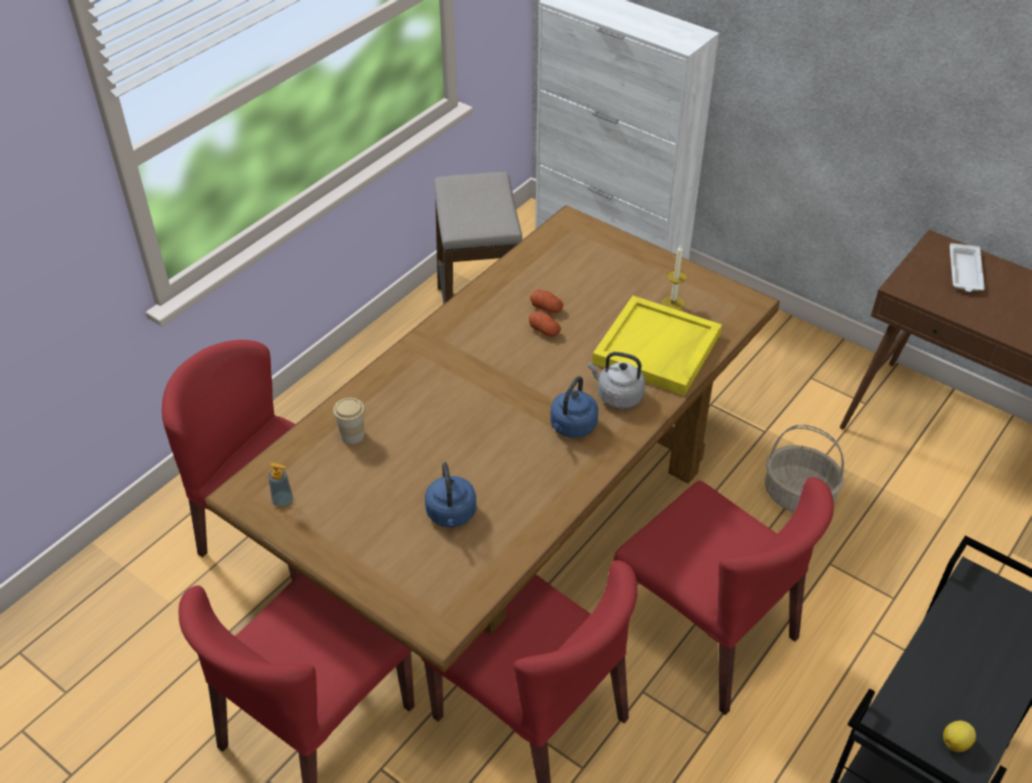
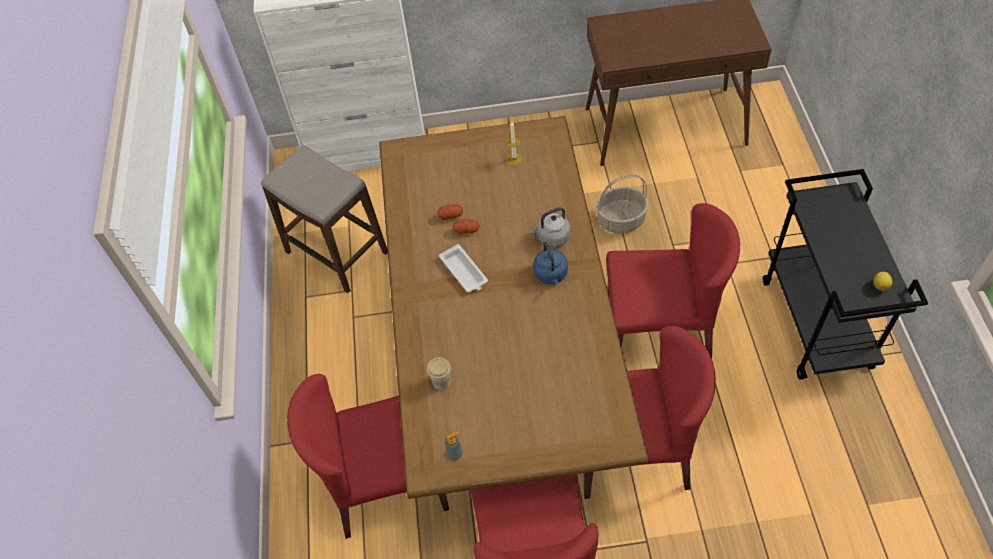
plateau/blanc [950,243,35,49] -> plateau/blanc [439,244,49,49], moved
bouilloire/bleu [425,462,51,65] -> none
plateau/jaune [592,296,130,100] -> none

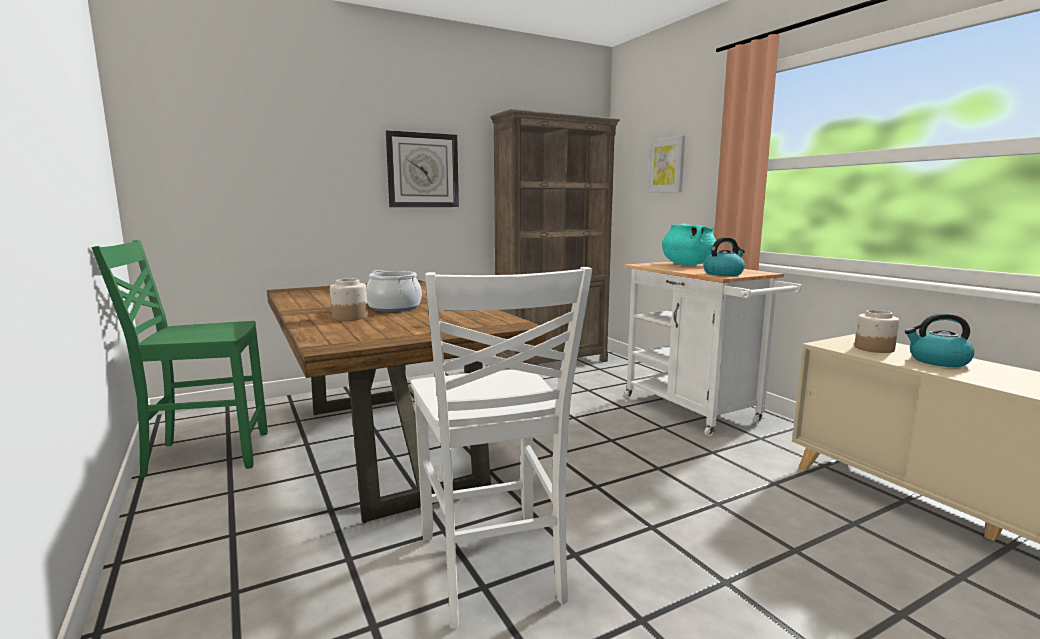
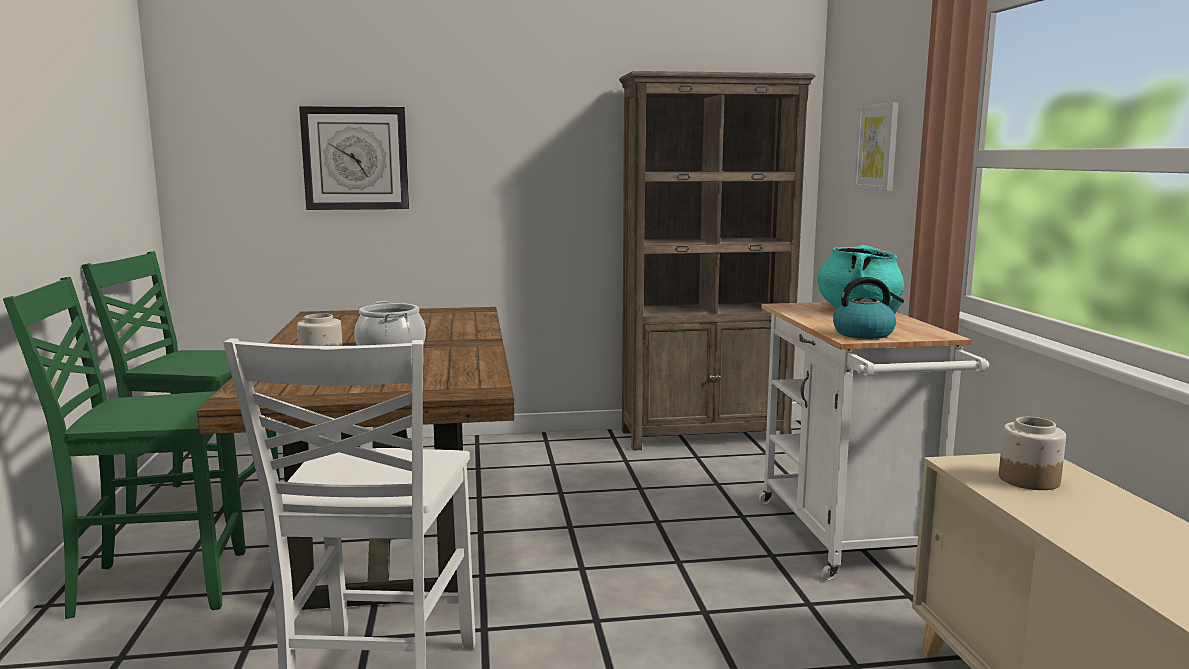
none -> chaise/vert [3,277,242,342]
horloge murale [386,130,73,77] -> horloge murale [299,106,110,104], moved
bouilloire [905,313,69,54] -> none

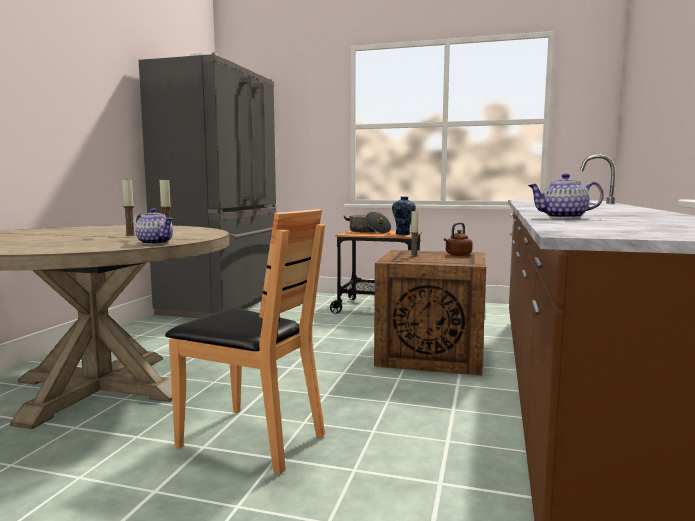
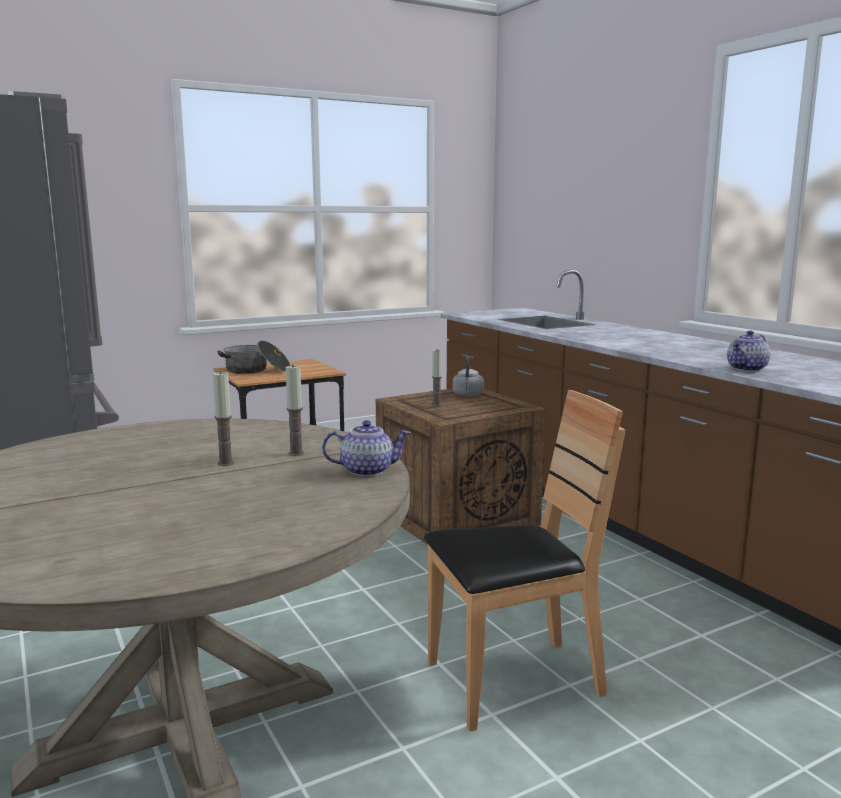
bouilloire/marron [444,222,29,34] -> bouilloire/gris [453,356,31,41]
vase [392,196,24,39] -> none

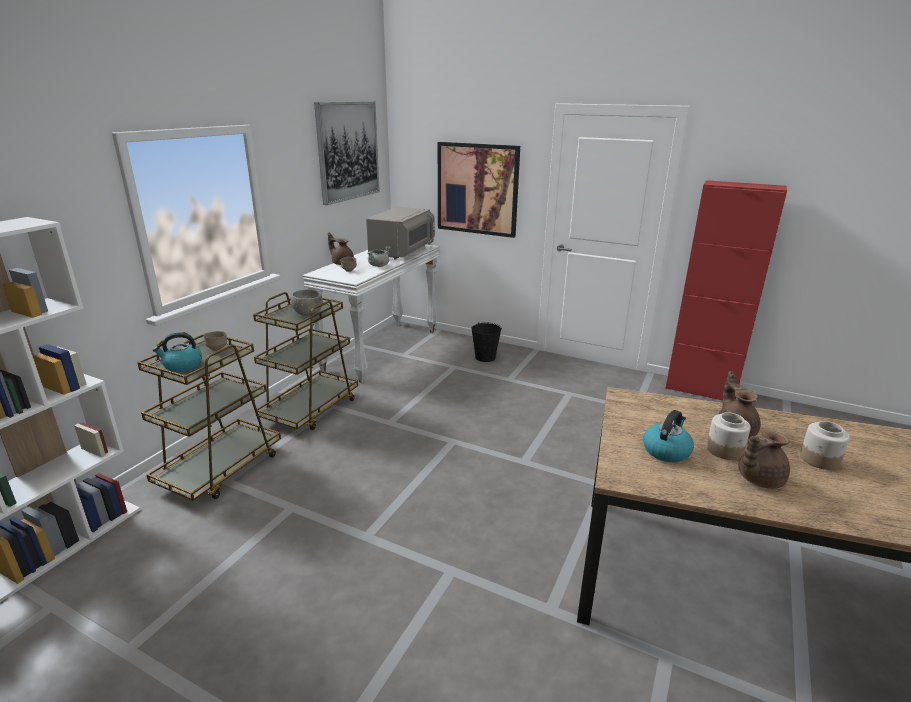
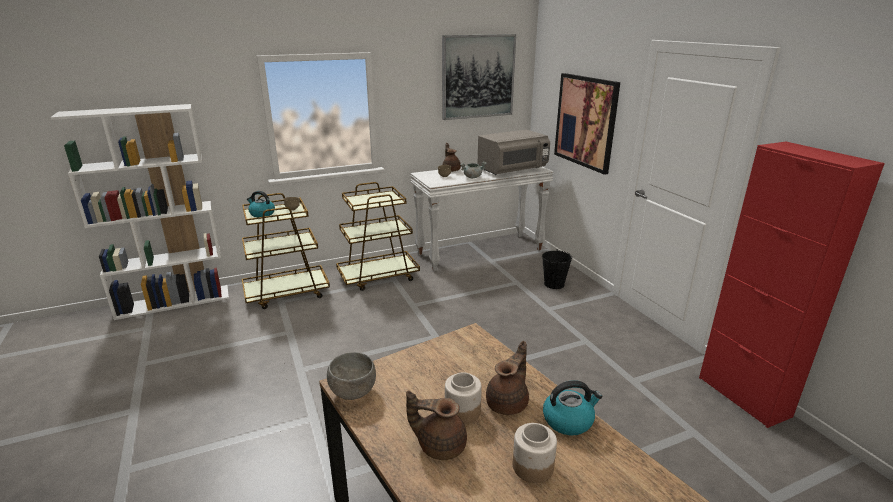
bol/gris [291,289,32,27] -> bol/gris [327,352,49,48], moved
bouilloire [643,410,51,52] -> bouilloire [543,380,60,55], moved

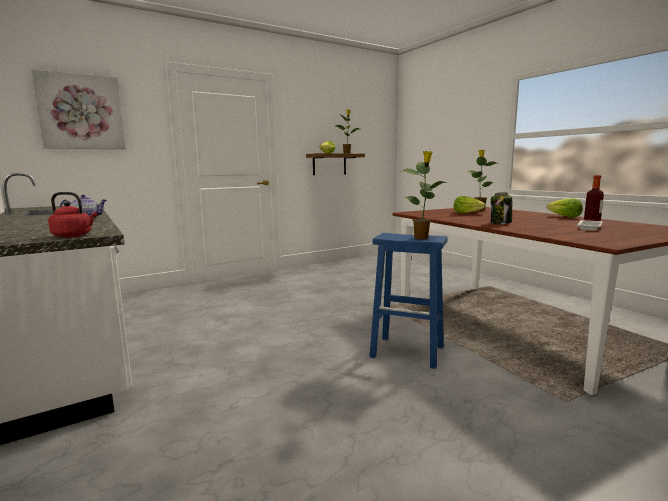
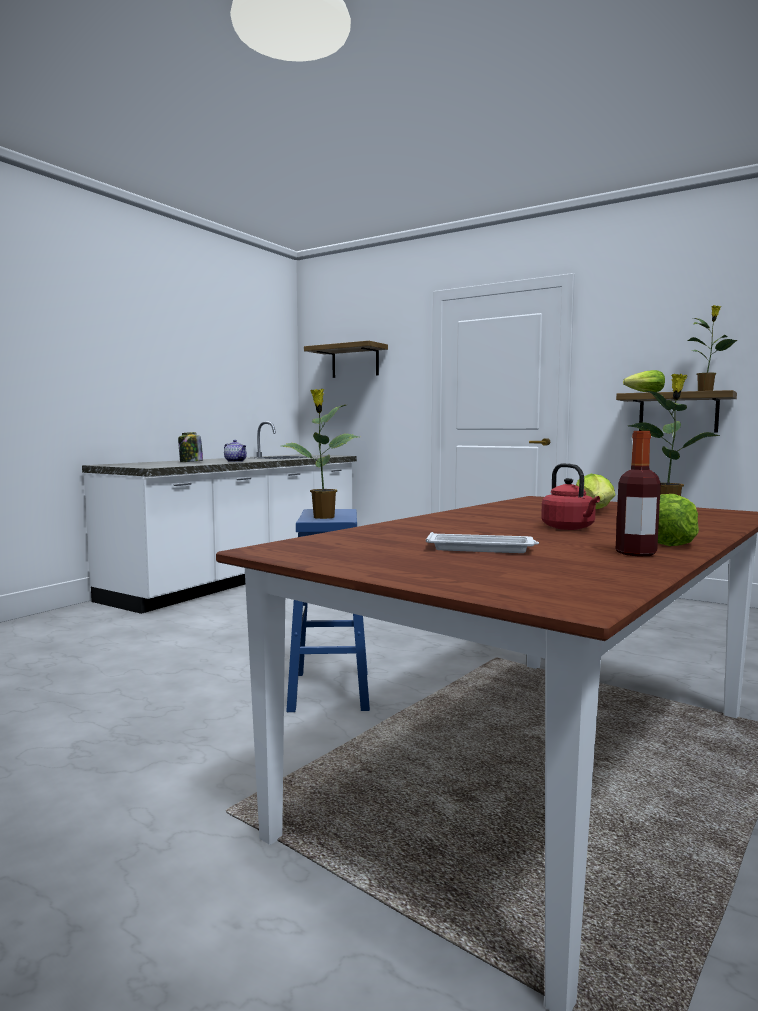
bocal [490,192,22,32] -> bocal [178,432,25,30], moved
tableau [31,69,95,80] -> étagère [304,341,84,37]
bouilloire/rouge [48,192,49,45] -> bouilloire/rouge [541,463,59,67], moved

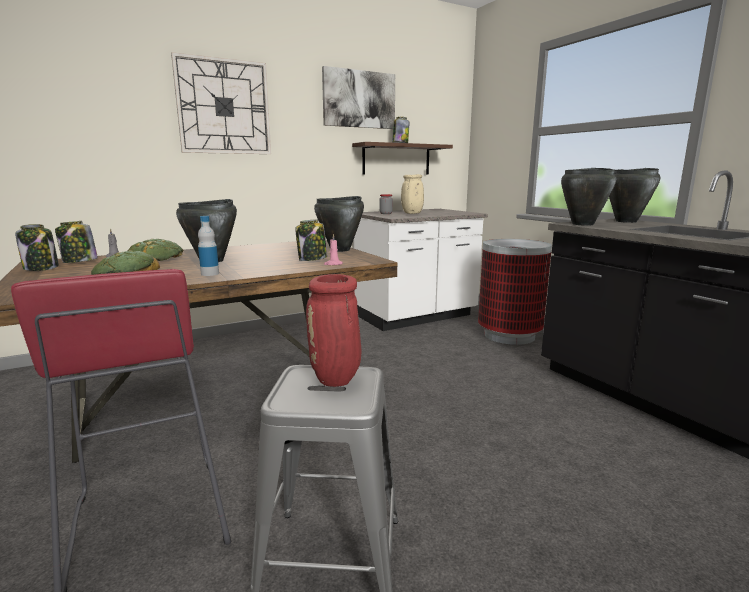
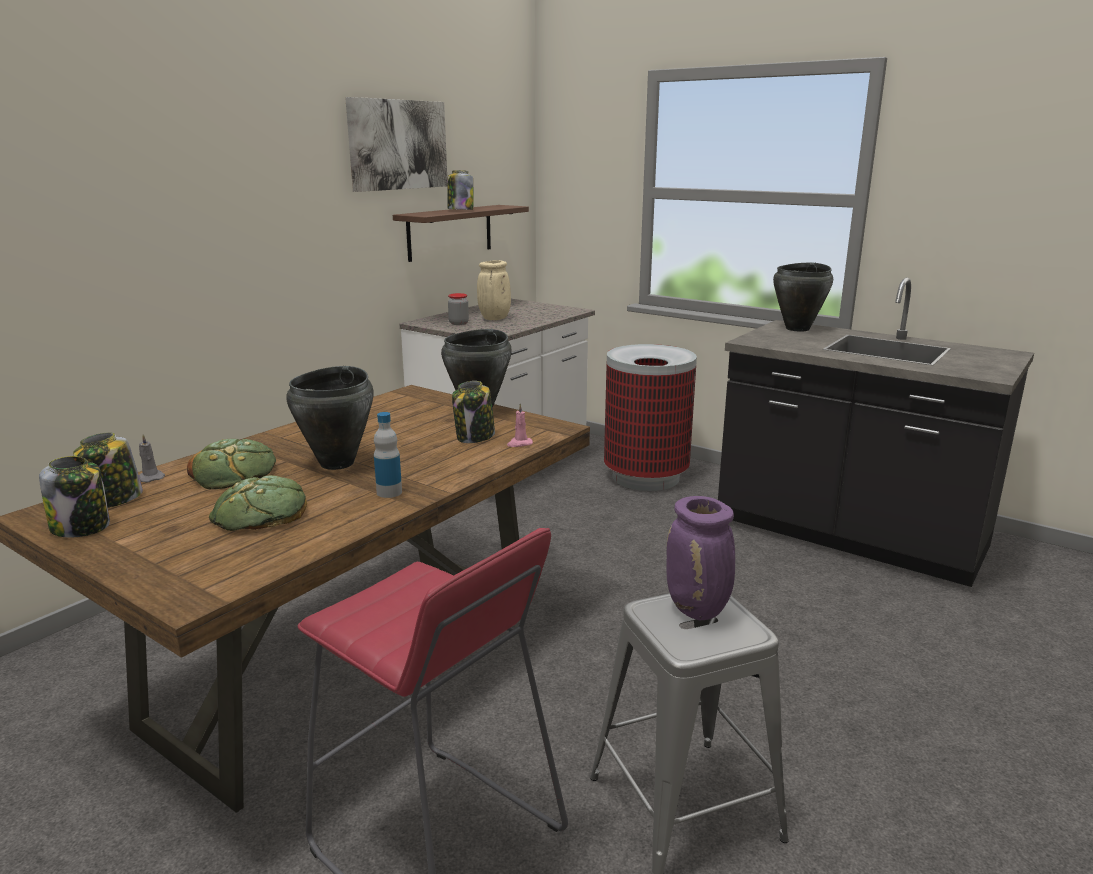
vase/rouge [306,274,55,113] -> vase/violet [666,496,69,124]
horloge murale [171,52,100,102] -> none
marmite/noir [561,168,55,57] -> none

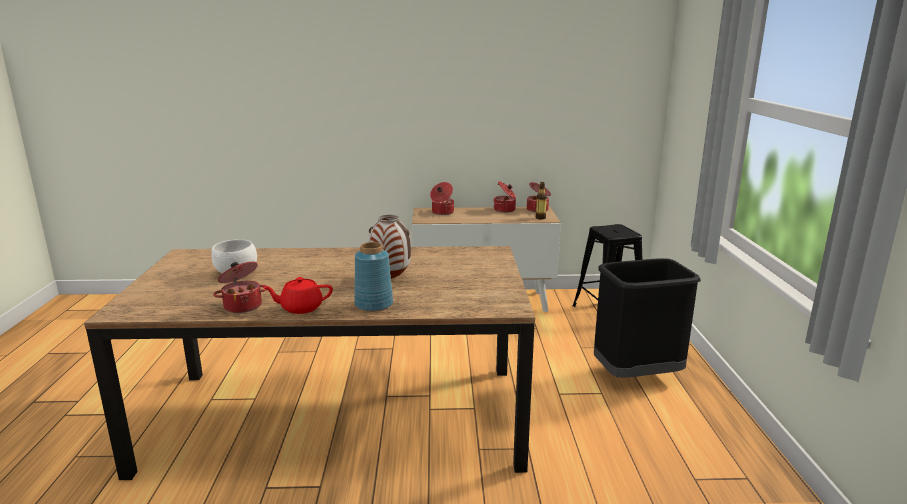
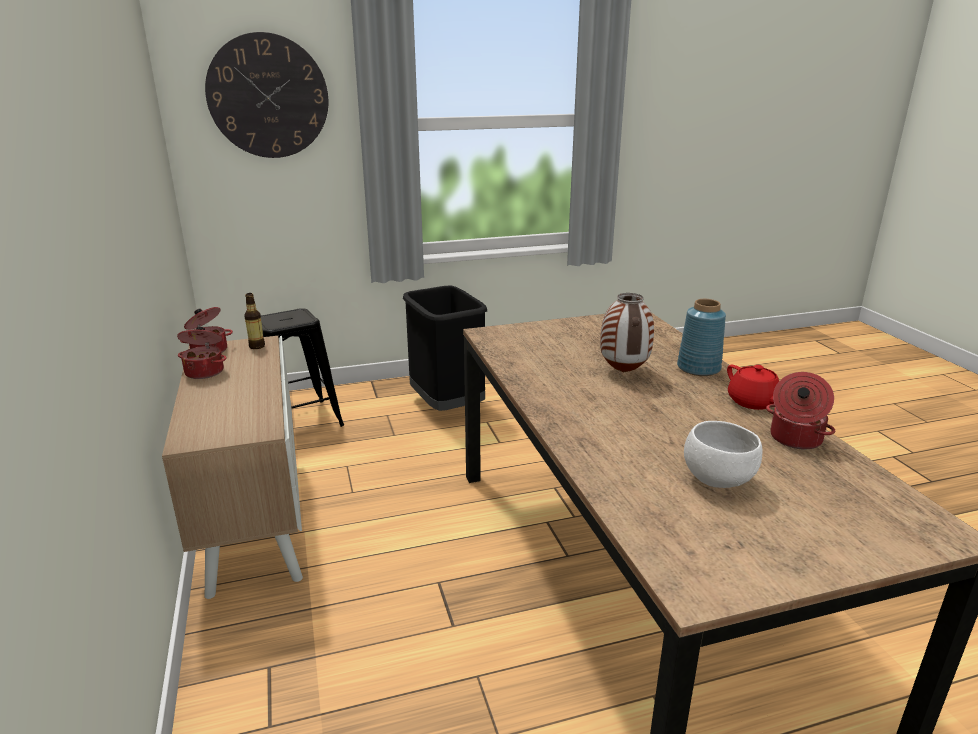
none -> horloge murale [205,32,123,126]
marmite [430,182,24,33] -> none

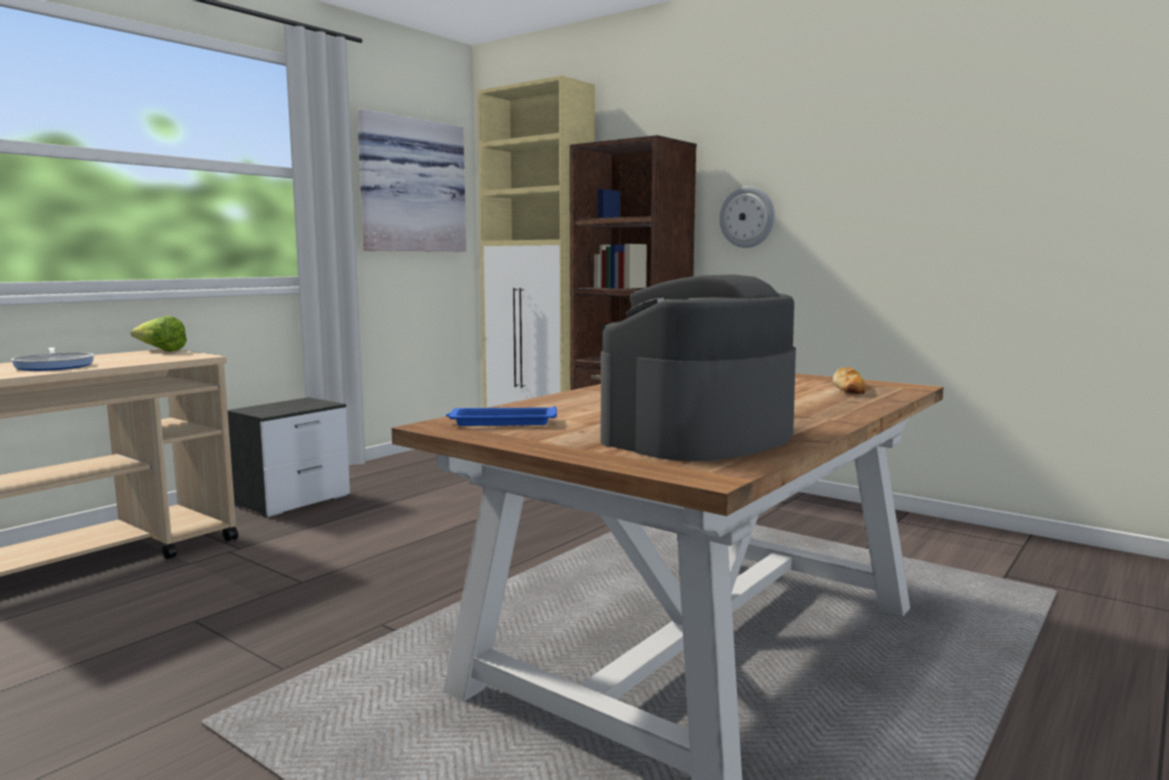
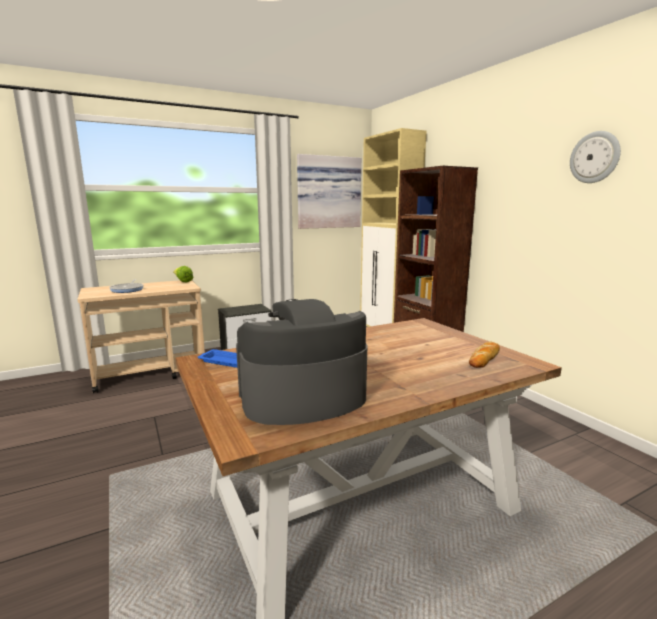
horloge murale [719,186,56,62] -> horloge murale [570,131,51,52], moved

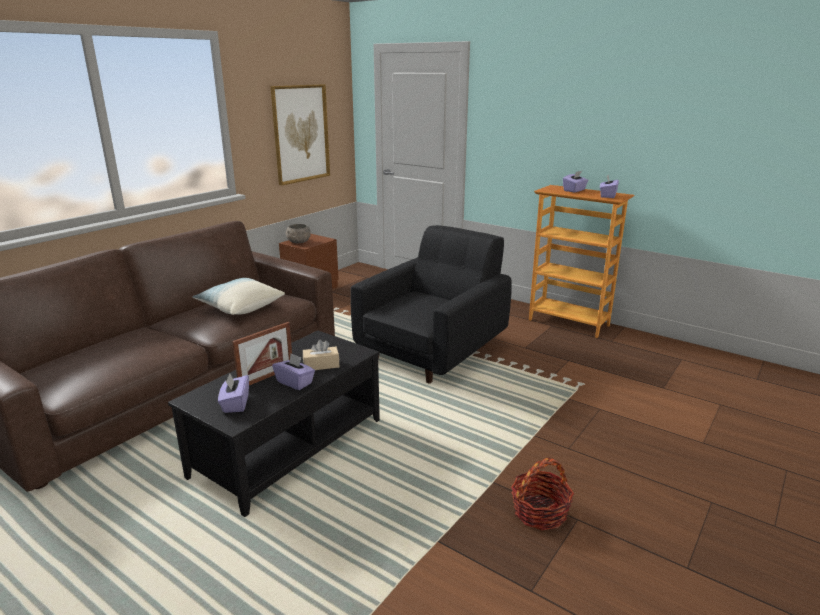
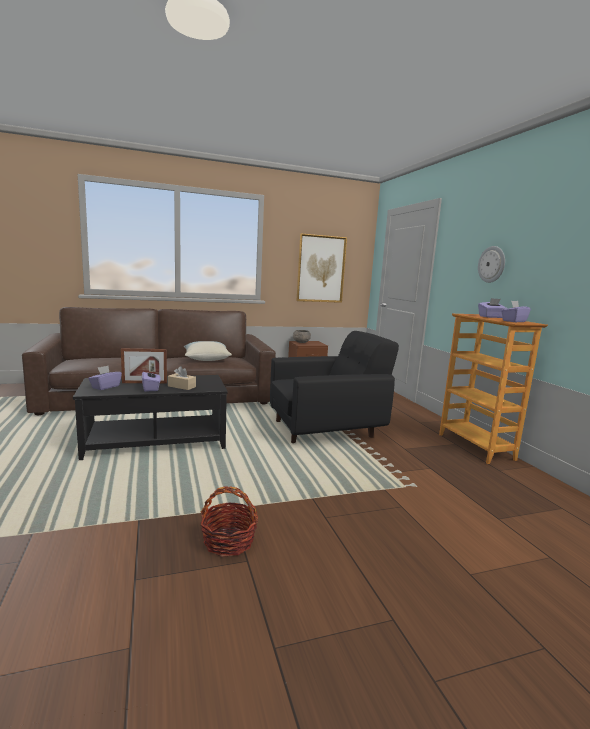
none -> horloge murale [478,246,27,37]

